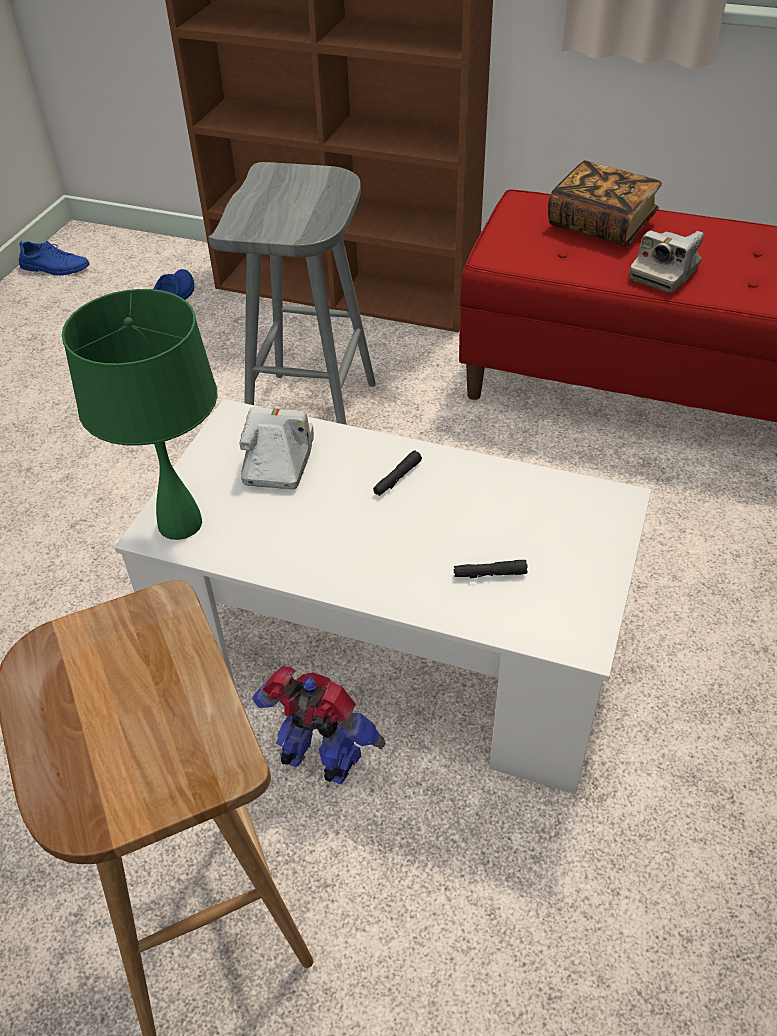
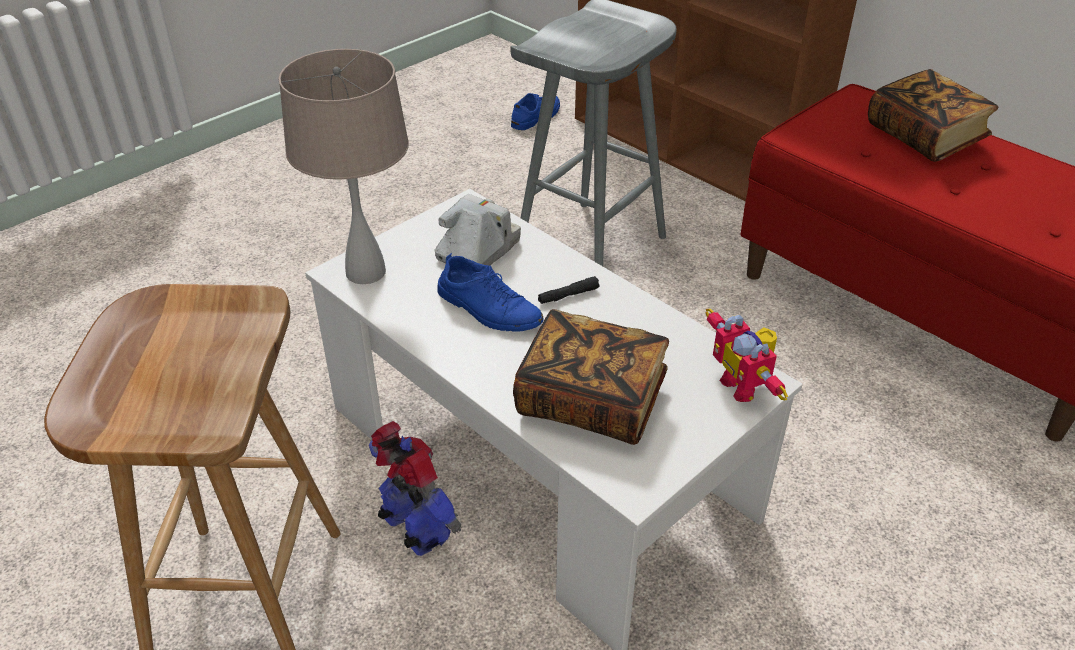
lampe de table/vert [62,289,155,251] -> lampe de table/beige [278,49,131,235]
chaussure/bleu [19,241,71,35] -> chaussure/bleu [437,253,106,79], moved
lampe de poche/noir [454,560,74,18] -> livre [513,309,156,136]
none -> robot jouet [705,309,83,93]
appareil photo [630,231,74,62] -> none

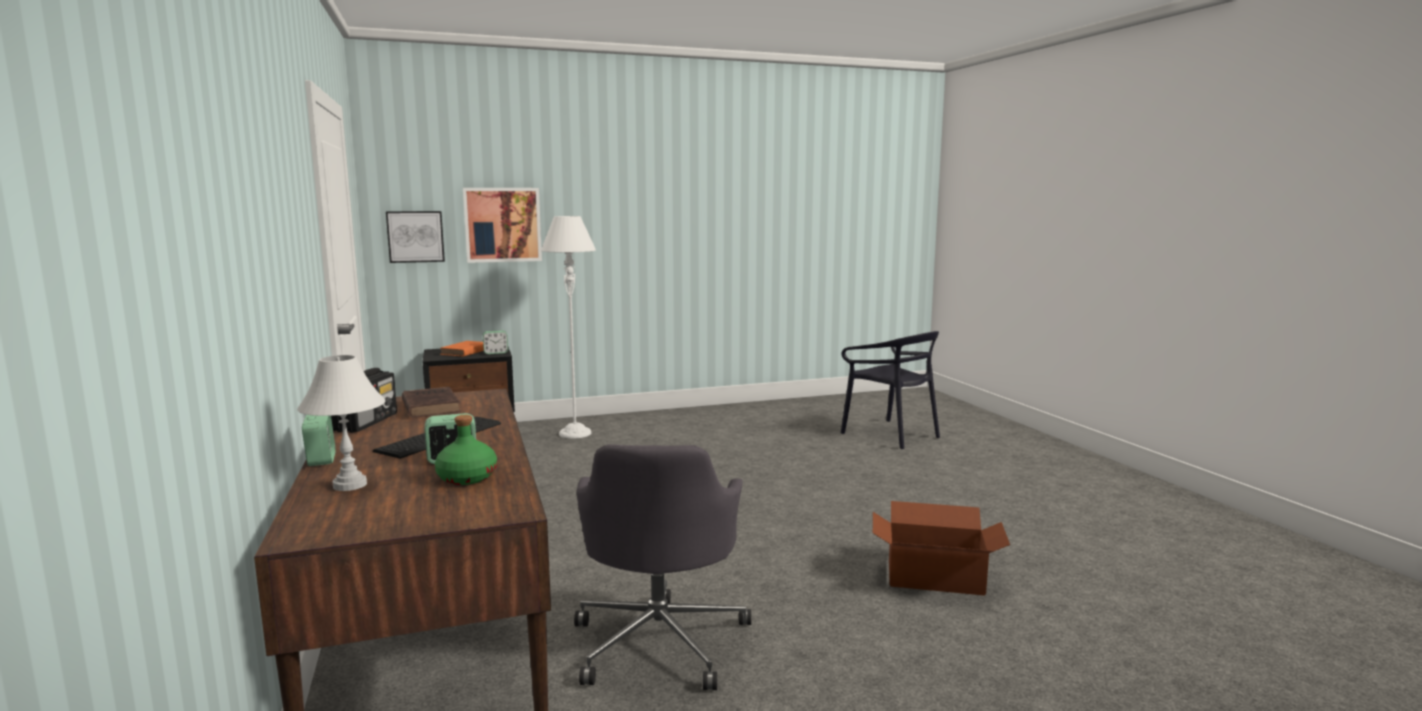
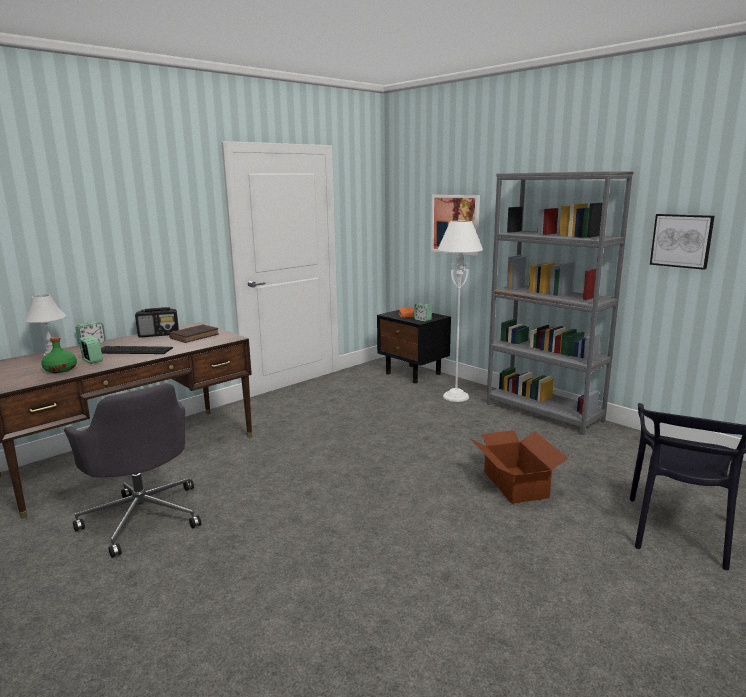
chaise de bureau/gris [574,444,177,246] -> chaise de bureau/gris [64,383,137,175], 105 degrees counterclockwise
carton [873,501,137,95] -> carton [471,430,97,74], moved
none -> bibliothèque/gris [487,171,147,264]
tableau [386,211,59,52] -> tableau [650,214,65,56], moved

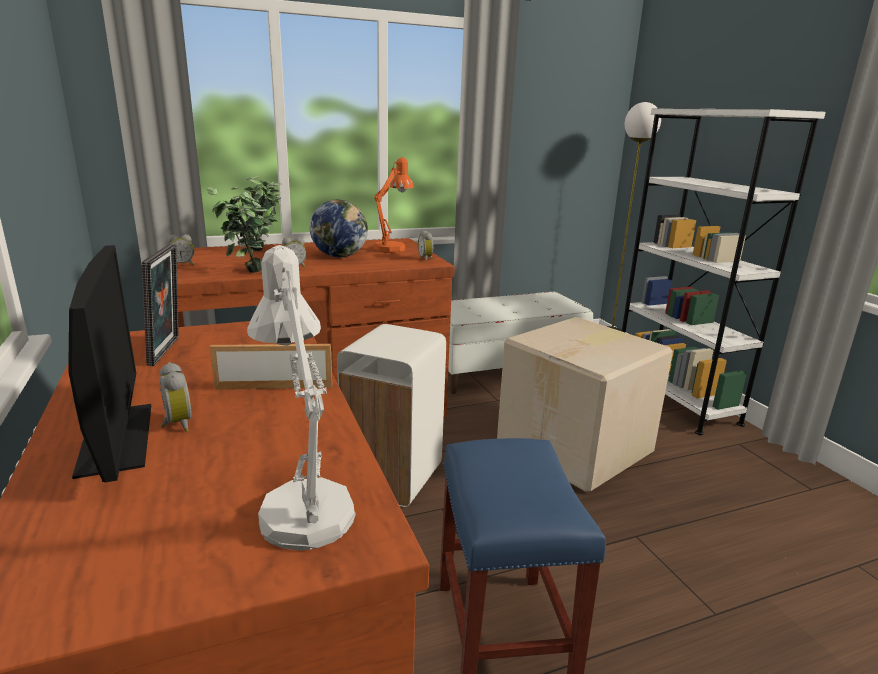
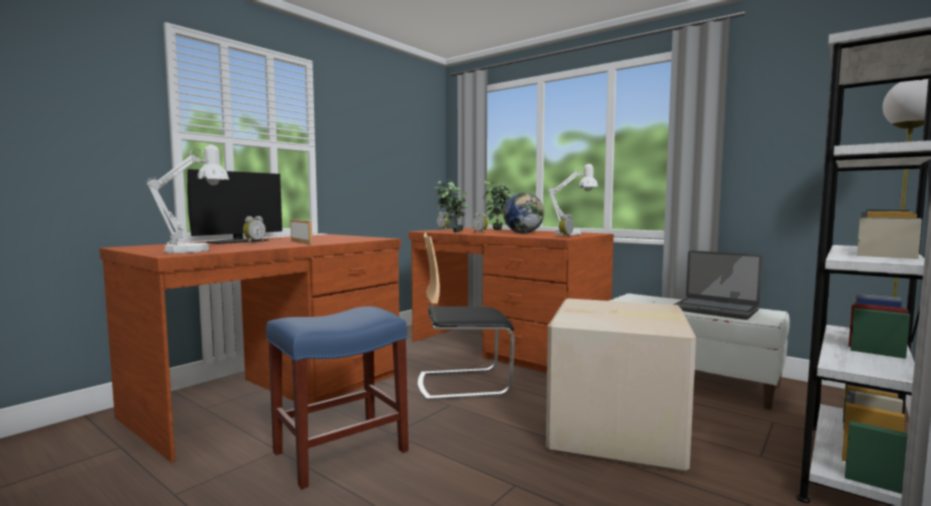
poubelle/blanc [337,324,109,183] -> chaise [418,233,97,168]
lampe de table/orange [374,157,40,96] -> lampe de table/blanc [548,164,50,71]
none -> ordinateur portable [673,250,89,70]
cadre photo [142,244,37,122] -> none

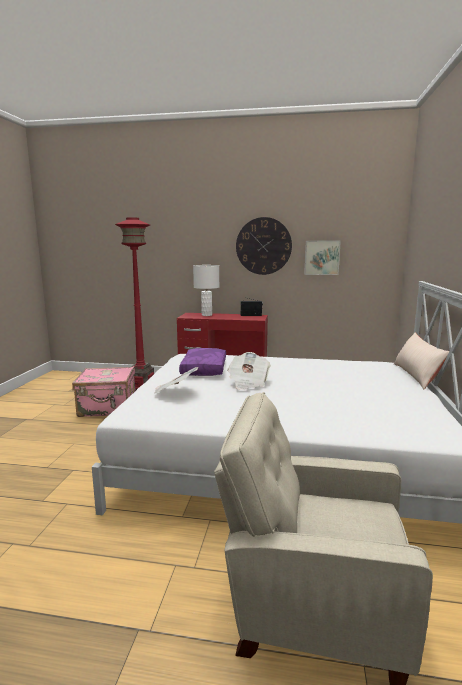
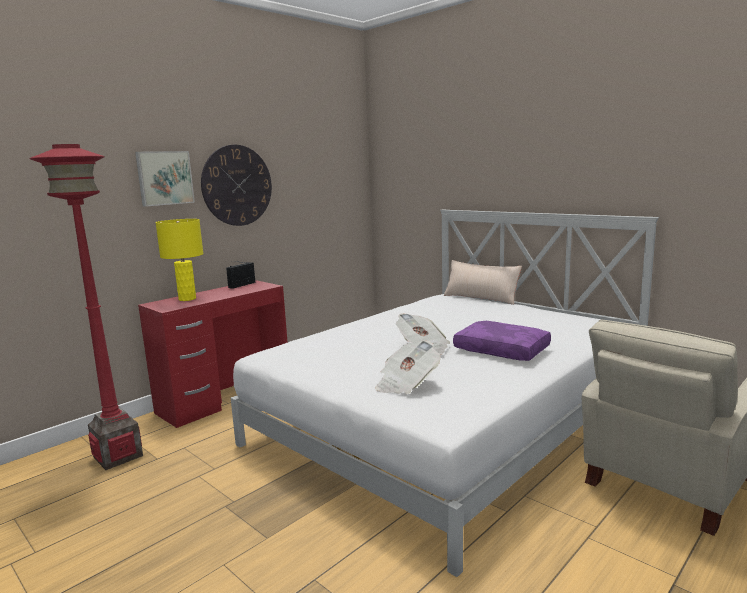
tableau [304,241,37,34] -> tableau [135,151,60,56], moved
lampe de table/blanc [193,265,26,51] -> lampe de table/jaune [156,219,47,82]
coussin/violet [179,348,47,28] -> coussin/violet [453,321,98,40], moved
valise/rose [72,366,64,51] -> none

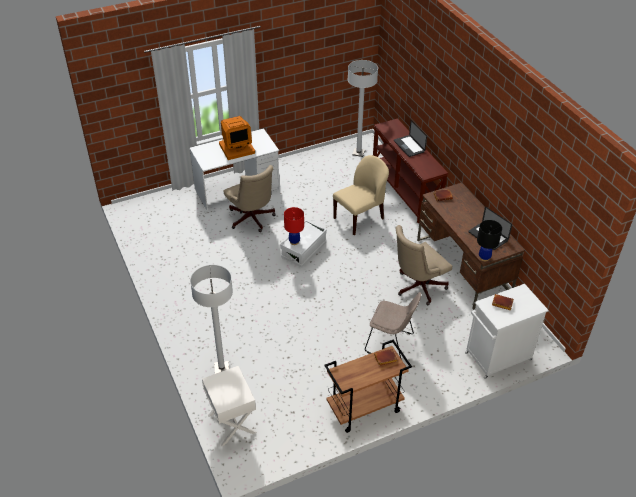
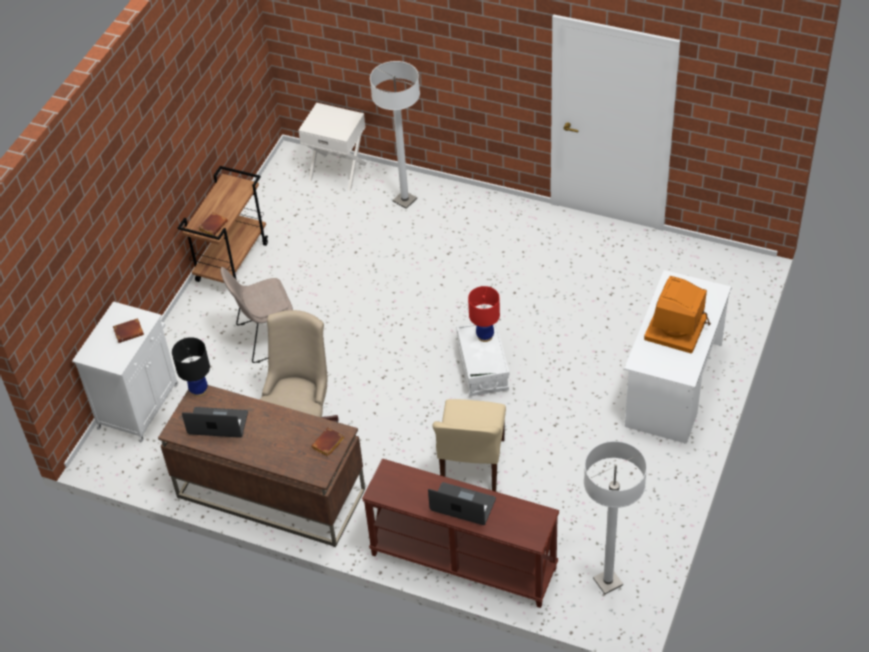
chaise de bureau/beige [223,165,53,67] -> none

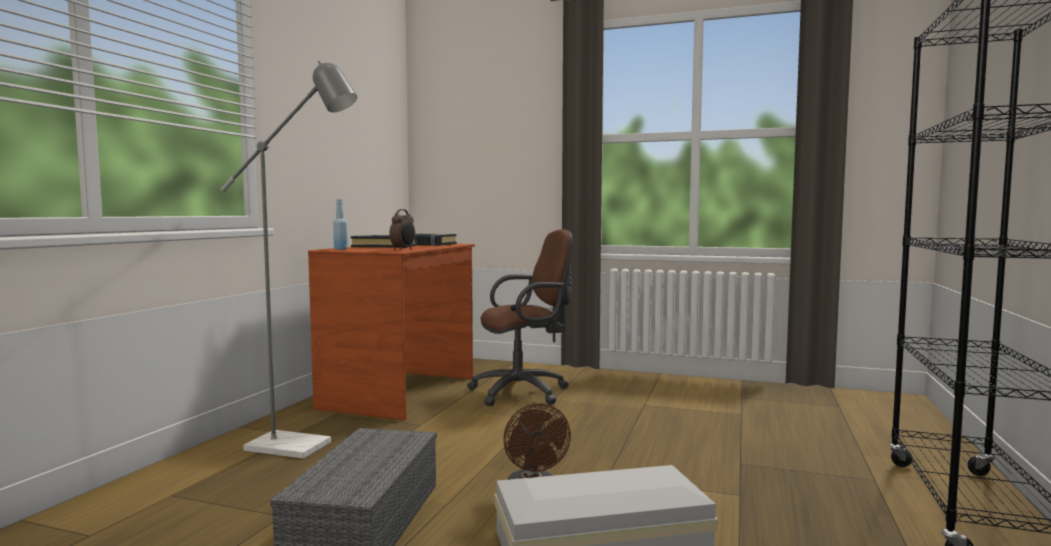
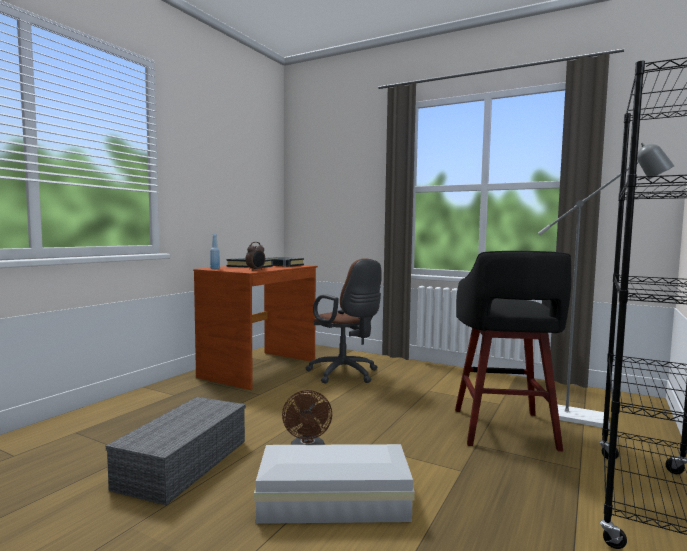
chaise de bureau/marron [467,229,106,177] -> chaise de bureau/marron [306,258,76,126], 60 degrees clockwise
none -> tabouret/noir [455,251,116,200]
lampadaire/gris [221,61,136,397] -> lampadaire/gris [538,143,136,286], moved

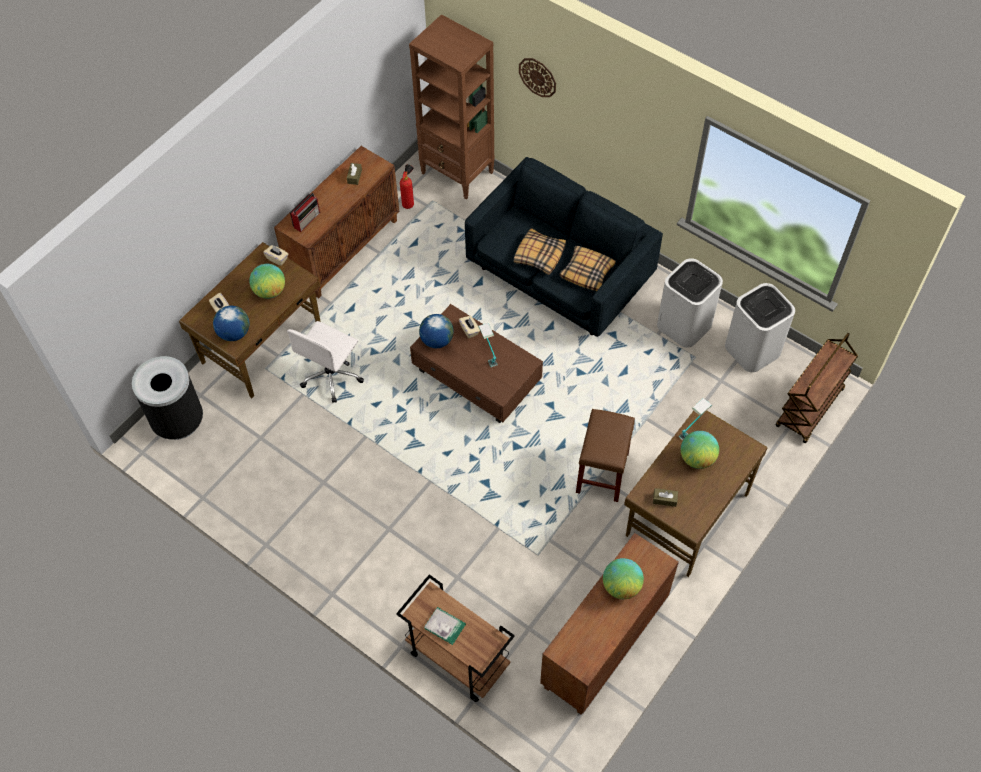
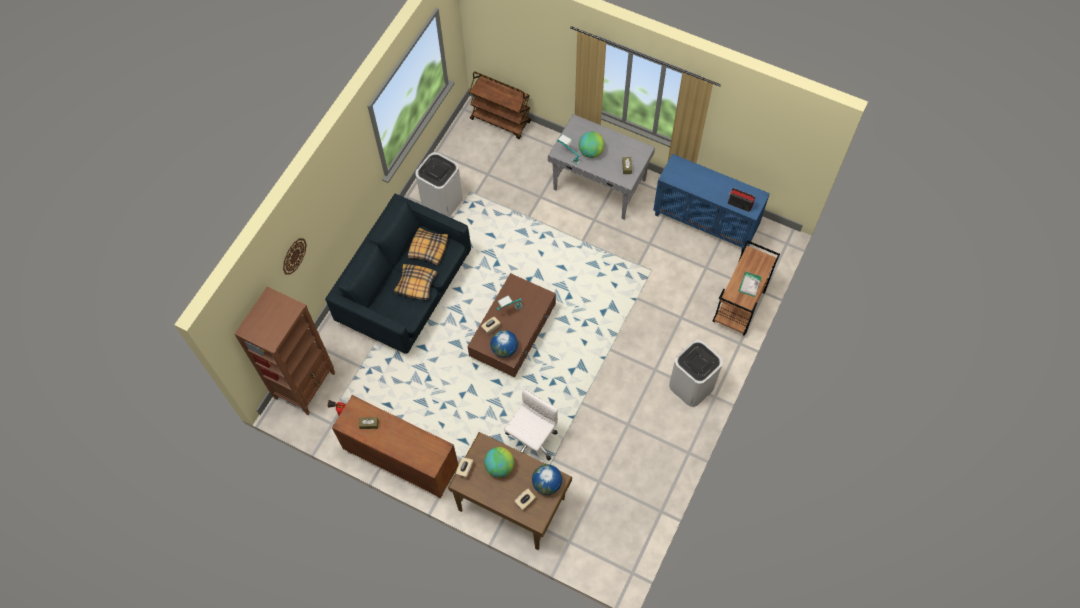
chaise de bureau/blanc [287,321,77,82] -> chaise de bureau/blanc [504,389,54,71], 75 degrees counterclockwise
bureau/marron [624,411,144,166] -> bureau/gris [548,114,107,105]
meuble de rangement/marron [540,533,139,181] -> meuble de rangement/bleu [653,154,117,99]
poubelle/blanc [725,283,70,89] -> poubelle/blanc [669,340,54,67], moved
radio [290,193,30,39] -> radio [728,188,28,24], moved
poubelle/noir [132,356,71,84] -> none
tabouret/marron [576,409,59,93] -> none
globe [603,558,41,41] -> none

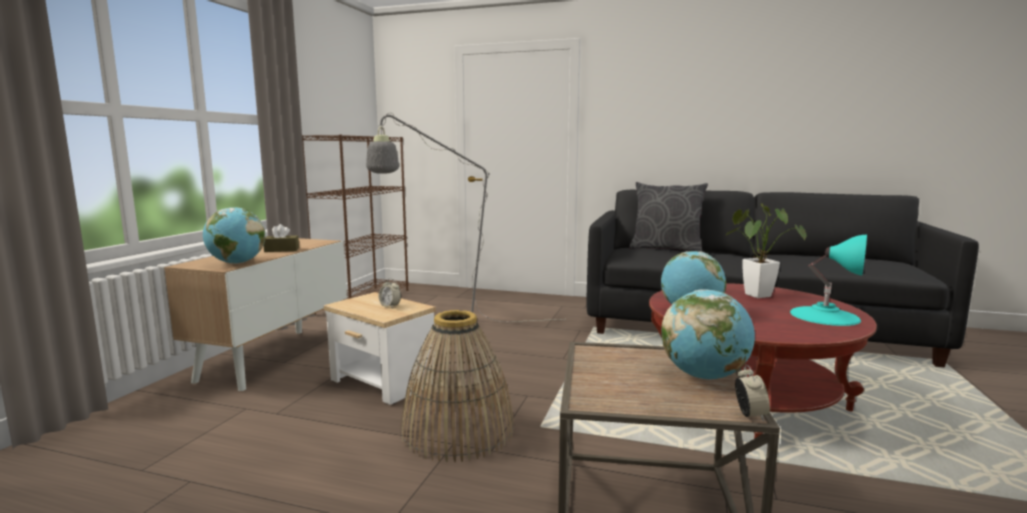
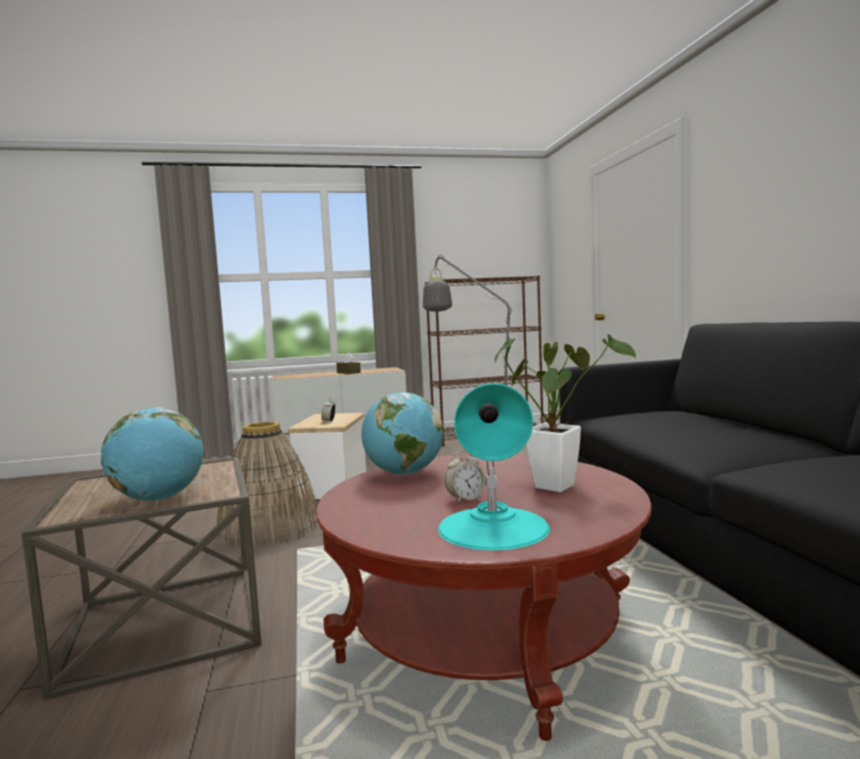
réveil [735,364,35,57] -> réveil [445,450,41,53], moved
globe [203,207,62,57] -> none
coussin/gris [629,182,79,70] -> none

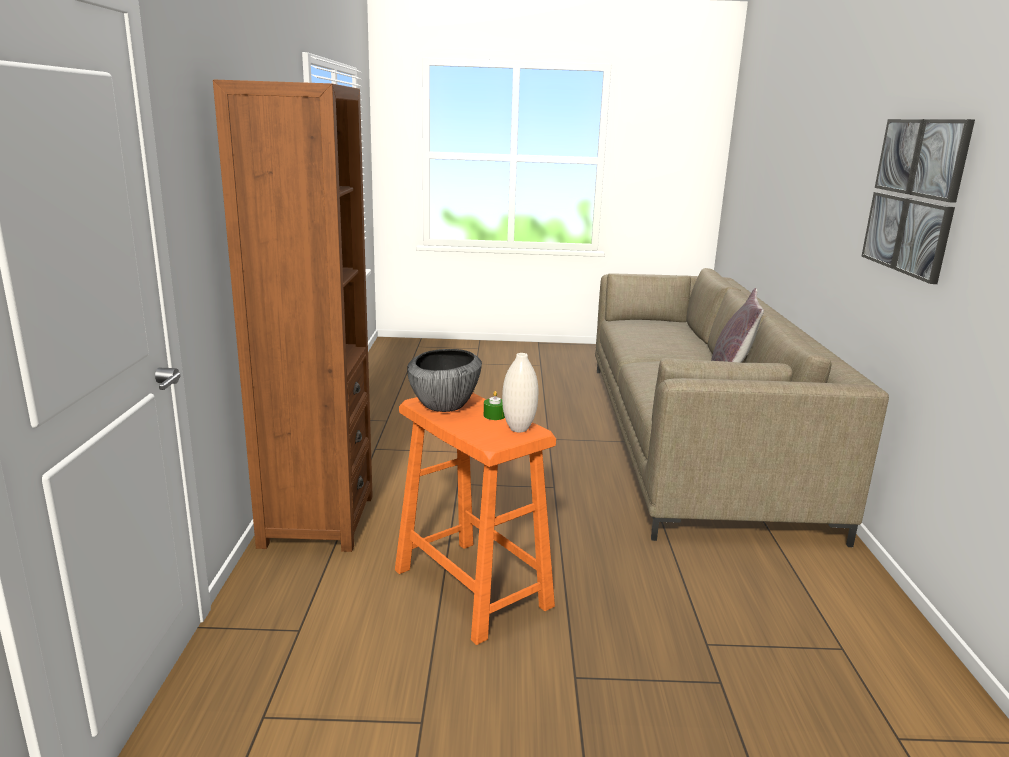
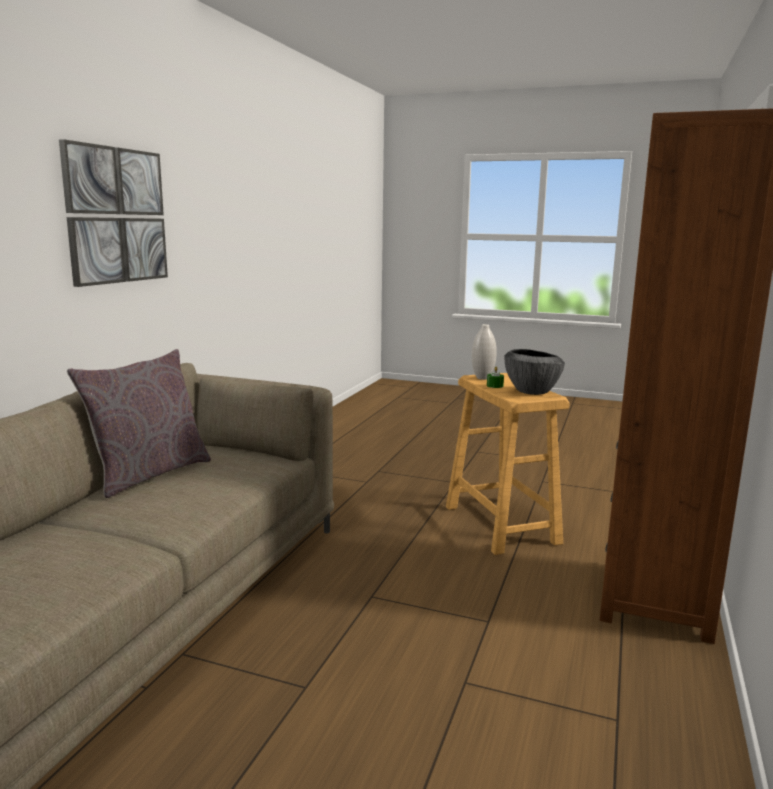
tabouret/orange [395,393,161,252] -> tabouret/beige [446,373,124,182]

